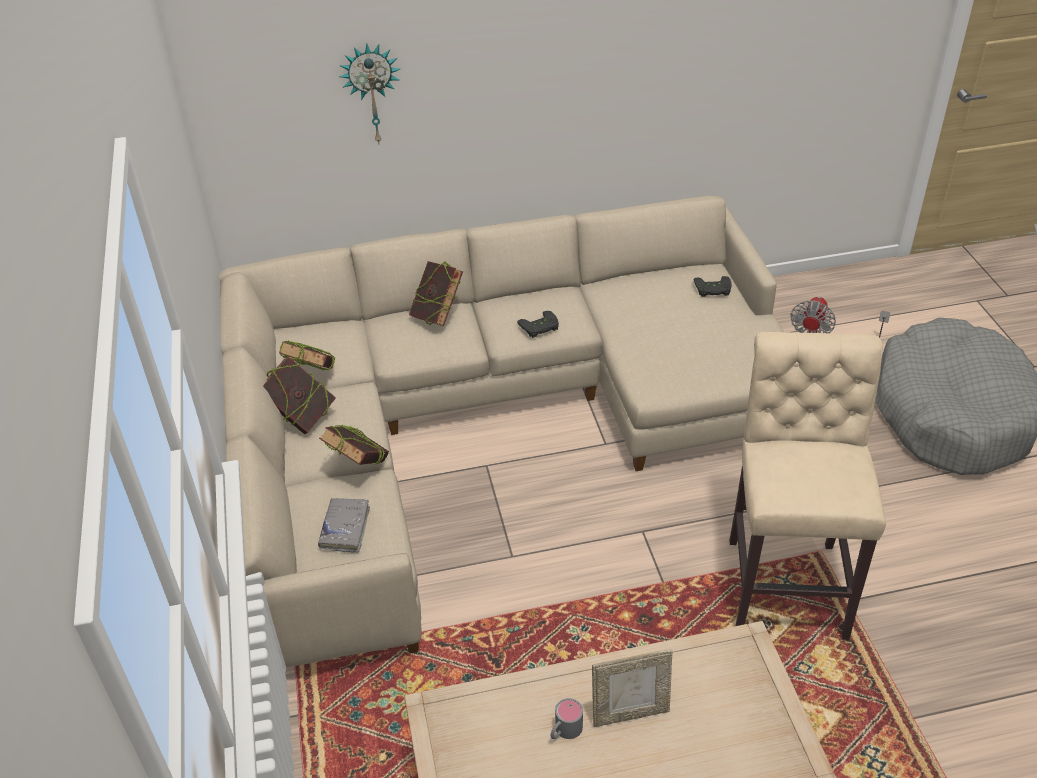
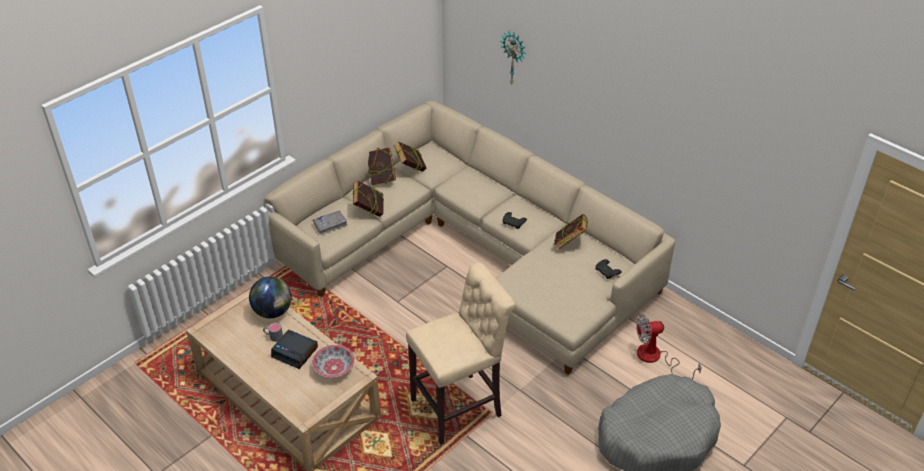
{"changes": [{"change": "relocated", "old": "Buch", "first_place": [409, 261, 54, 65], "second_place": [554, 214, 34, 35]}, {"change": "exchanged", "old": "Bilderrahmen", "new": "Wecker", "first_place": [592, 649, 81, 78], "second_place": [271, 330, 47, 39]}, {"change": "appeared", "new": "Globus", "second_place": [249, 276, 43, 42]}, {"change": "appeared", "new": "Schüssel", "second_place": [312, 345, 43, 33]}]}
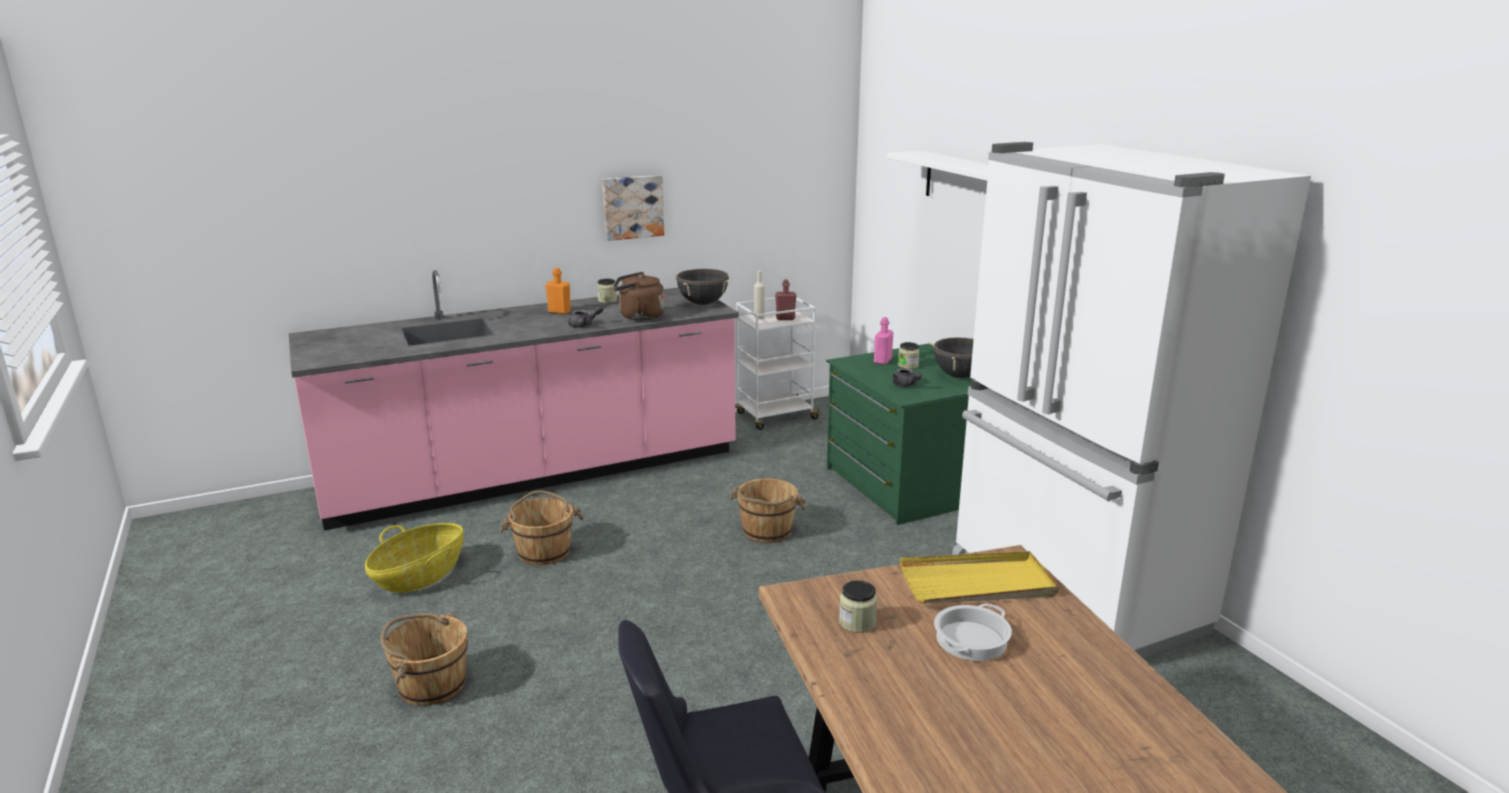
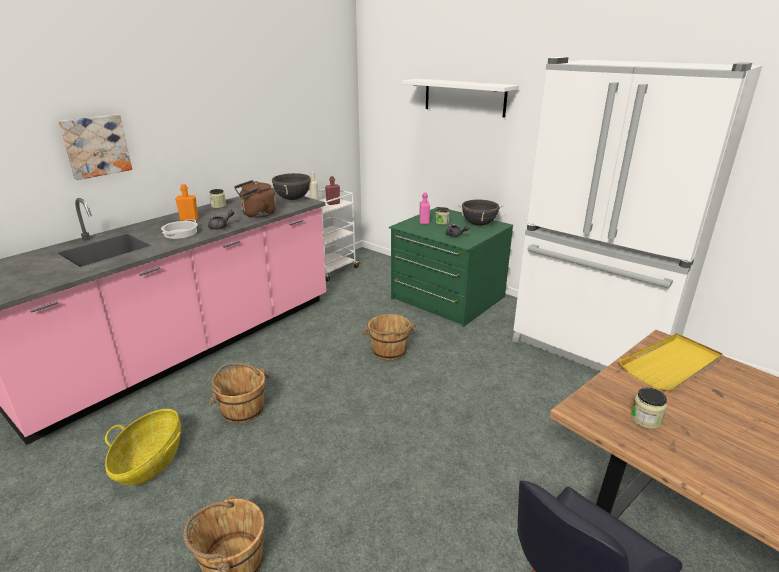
{"changes": [{"change": "relocated", "old": "Bild", "first_place": [602, 175, 62, 66], "second_place": [58, 115, 74, 65]}, {"change": "relocated", "old": "Kochtopf", "first_place": [934, 603, 78, 58], "second_place": [161, 219, 37, 20]}]}
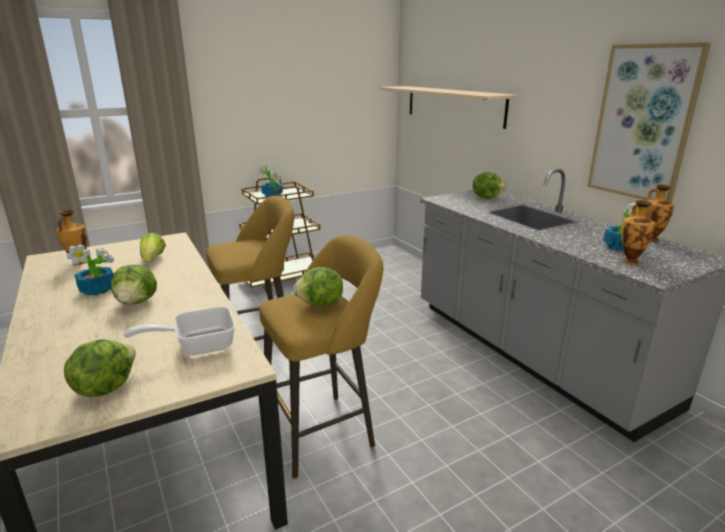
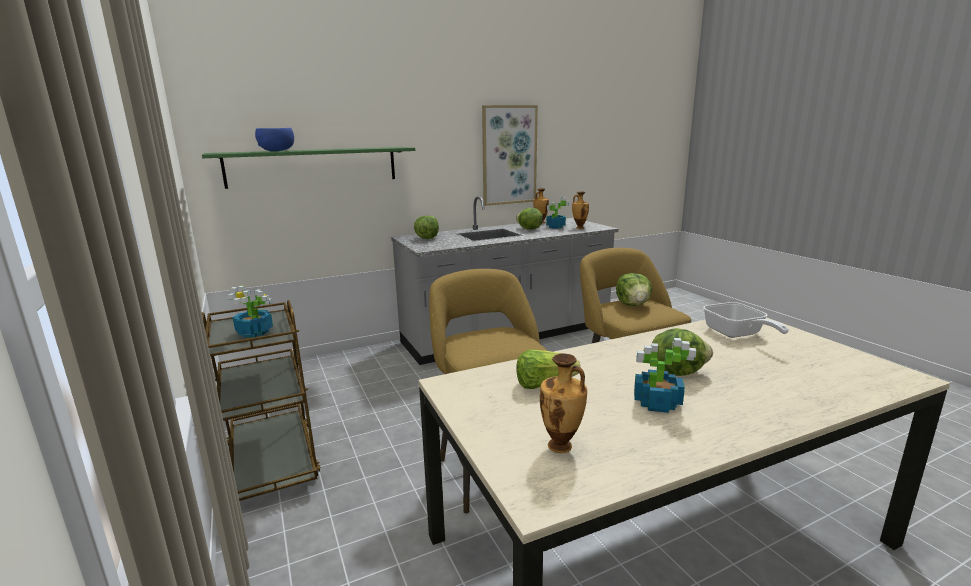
{"changes": [{"change": "colour", "old": "Wandregal [beige]", "new": "Wandregal [grün]", "first_place": [379, 86, 140, 43], "second_place": [202, 147, 213, 42]}, {"change": "relocated", "old": "Salatkopf", "first_place": [64, 339, 72, 58], "second_place": [516, 208, 27, 22]}, {"change": "appeared", "new": "Schüssel [blau]", "second_place": [255, 128, 39, 23]}]}
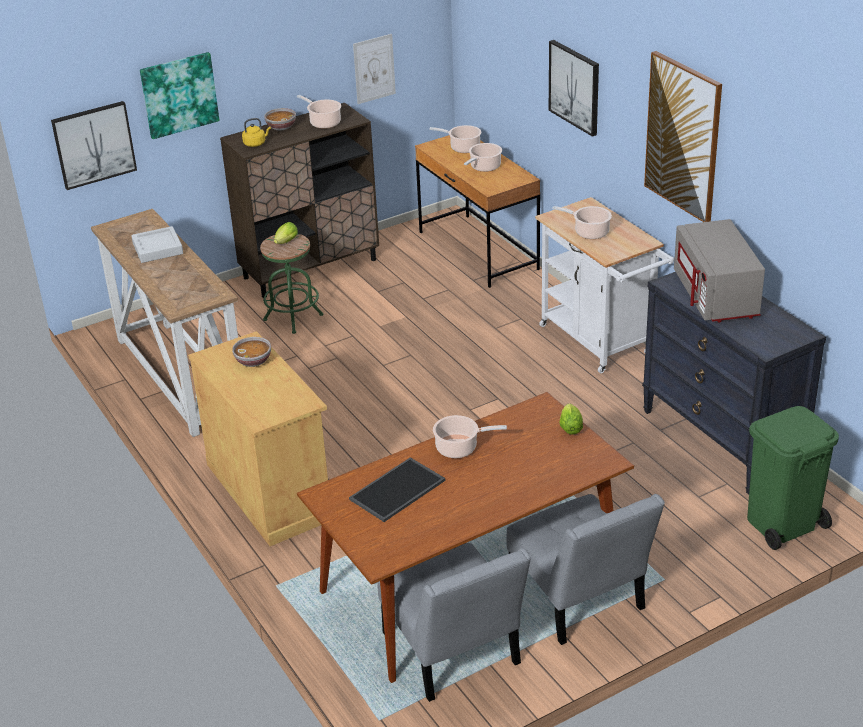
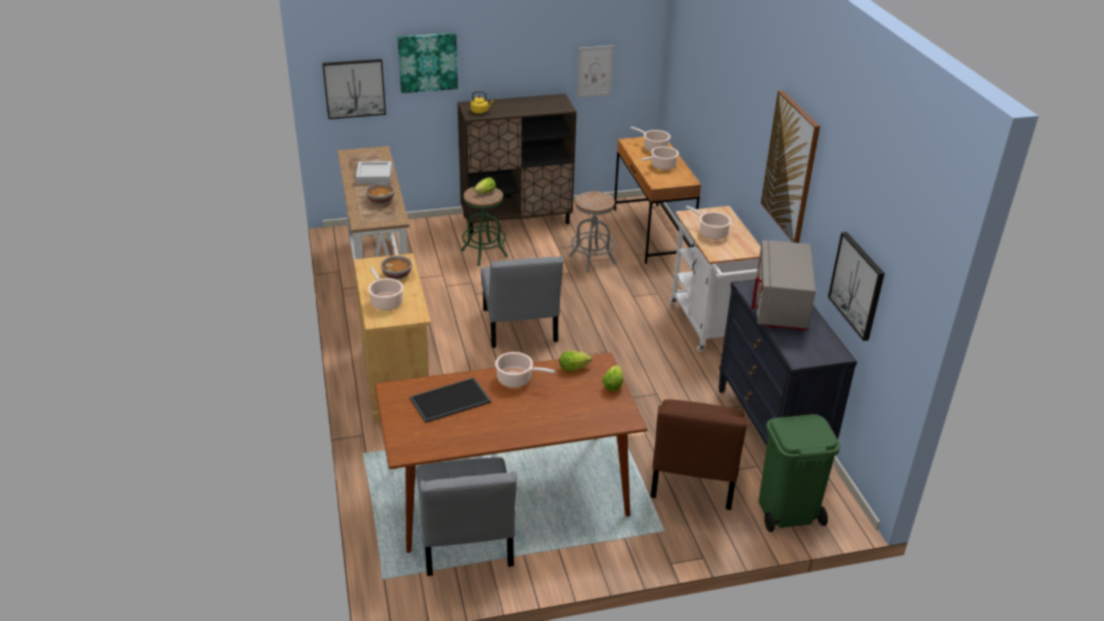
{"changes": [{"change": "relocated", "old": "Bild", "first_place": [549, 40, 50, 96], "second_place": [828, 232, 57, 109]}, {"change": "relocated", "old": "Kochtopf", "first_place": [297, 95, 44, 33], "second_place": [368, 267, 35, 43]}, {"change": "relocated", "old": "Schüssel", "first_place": [264, 108, 32, 23], "second_place": [366, 183, 28, 21]}, {"change": "relocated", "old": "Stuhl [grau]", "first_place": [506, 494, 159, 151], "second_place": [481, 256, 83, 92]}, {"change": "appeared", "new": "Hocker [grau]", "second_place": [569, 191, 47, 81]}, {"change": "appeared", "new": "Salatkopf", "second_place": [559, 351, 33, 20]}, {"change": "appeared", "new": "Stuhl [braun]", "second_place": [651, 399, 97, 111]}]}
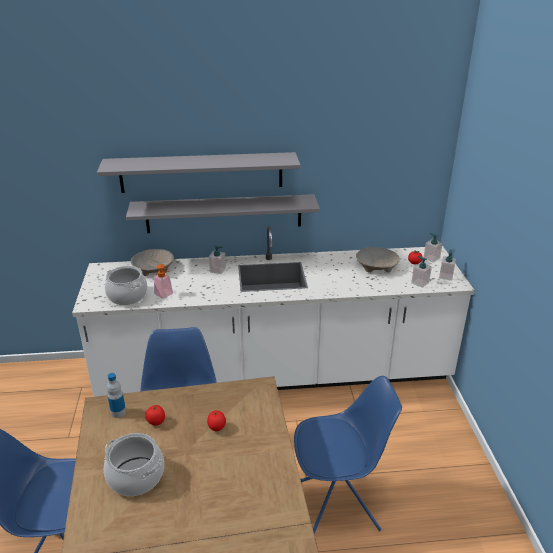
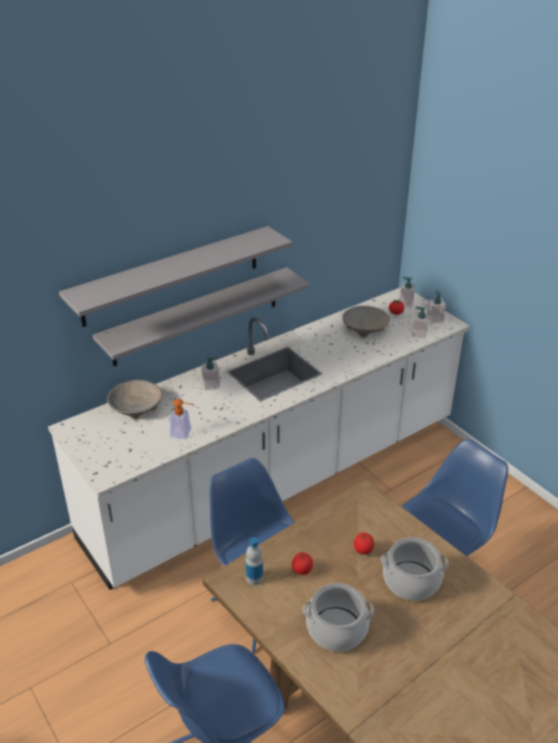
{"changes": [{"change": "relocated", "old": "Kochtopf", "first_place": [105, 266, 43, 39], "second_place": [381, 537, 68, 64]}]}
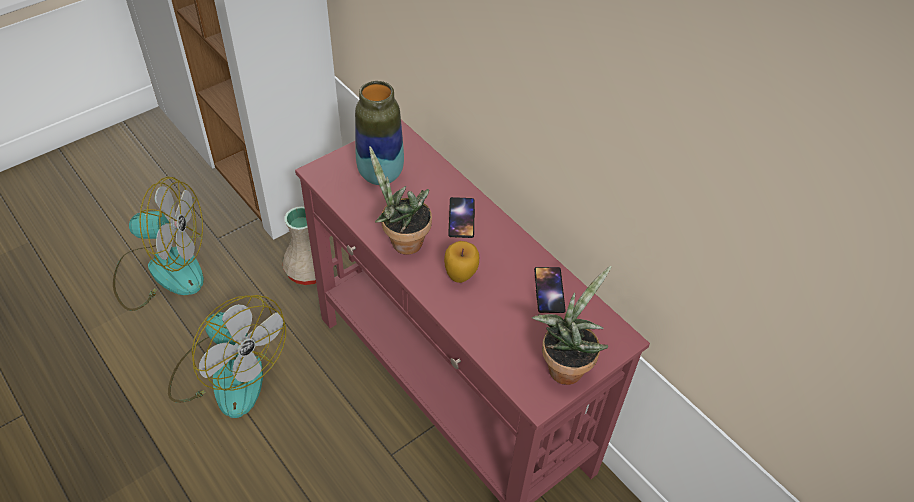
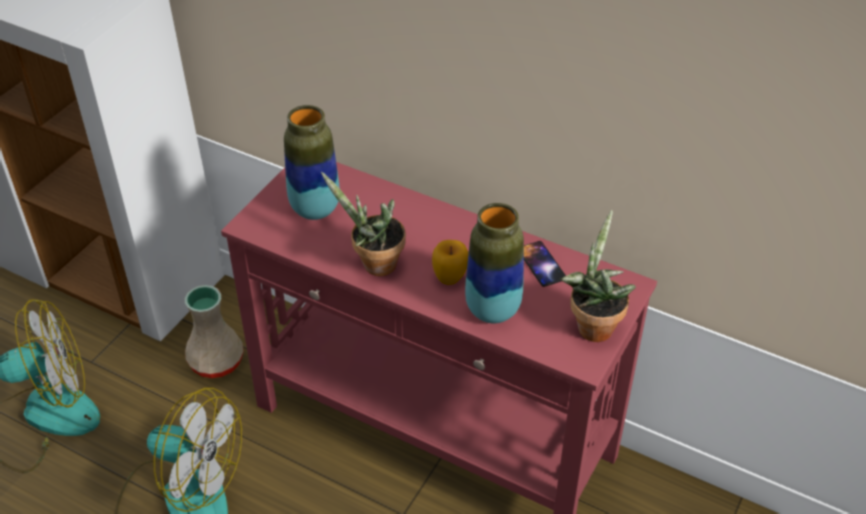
{"changes": [{"change": "missing", "old": "Handy", "first_place": [448, 197, 27, 41]}, {"change": "appeared", "new": "Vase", "second_place": [465, 203, 59, 120]}]}
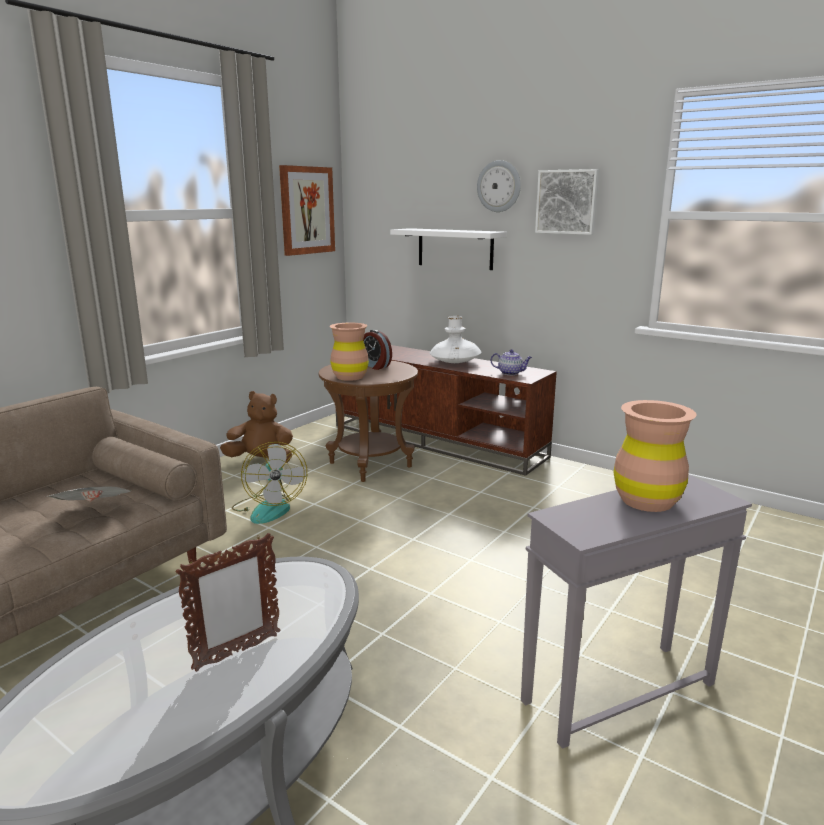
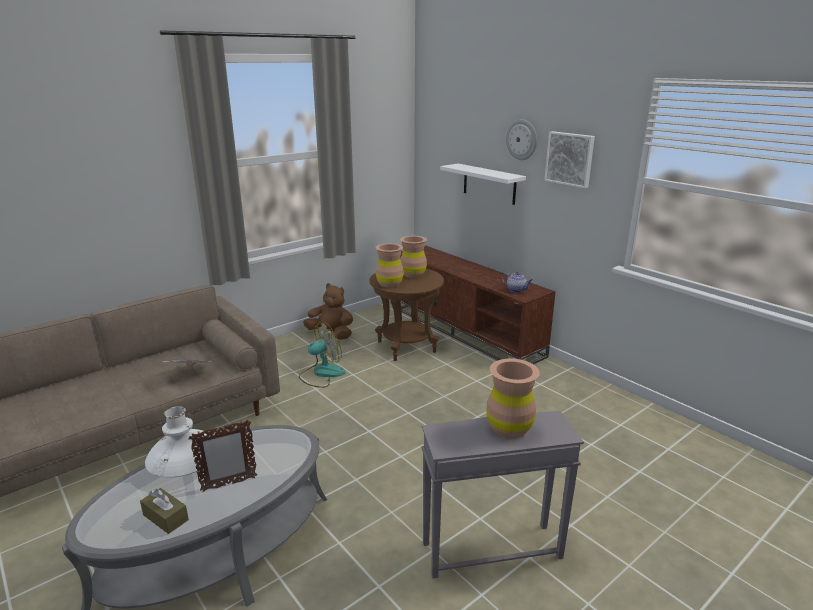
{"changes": [{"change": "missing", "old": "Bild", "first_place": [279, 165, 56, 91]}, {"change": "relocated", "old": "Vase [weiß]", "first_place": [430, 316, 52, 47], "second_place": [145, 406, 62, 71]}, {"change": "exchanged", "old": "Wecker", "new": "Vase [braun]", "first_place": [363, 330, 29, 40], "second_place": [400, 236, 27, 42]}, {"change": "spun", "old": "Ventilator", "first_place": [232, 442, 75, 82], "second_place": [299, 322, 47, 66], "degrees": -120}, {"change": "appeared", "new": "Taschentuchbox [braun]", "second_place": [140, 488, 49, 46]}]}
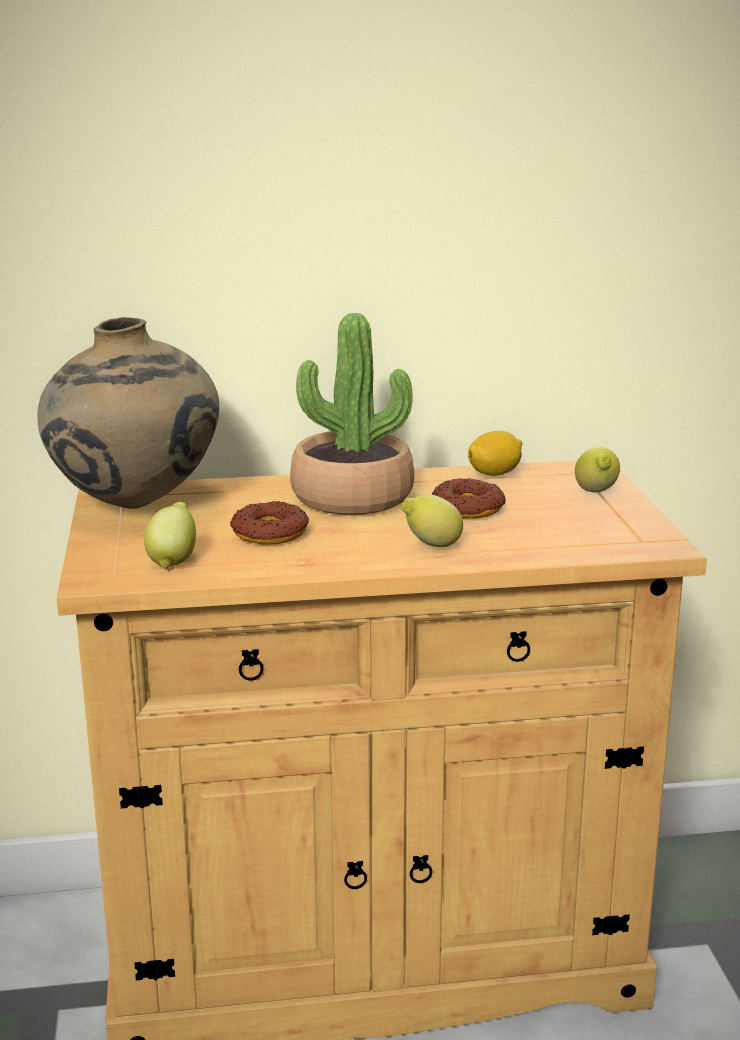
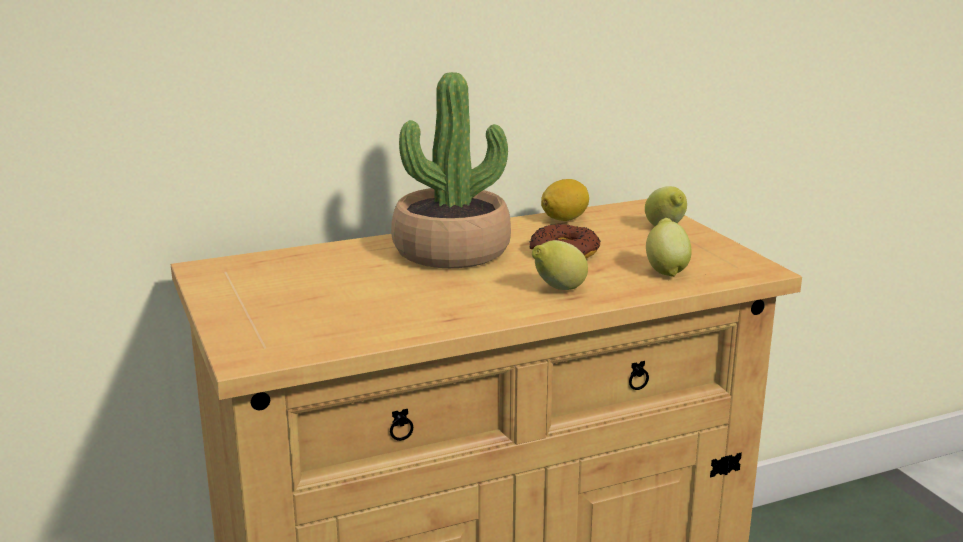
{"changes": [{"change": "missing", "old": "Vase [beige]", "first_place": [37, 317, 182, 192]}, {"change": "missing", "old": "Donut", "first_place": [230, 501, 79, 44]}, {"change": "relocated", "old": "Zitrone", "first_place": [144, 502, 52, 66], "second_place": [646, 218, 46, 59]}]}
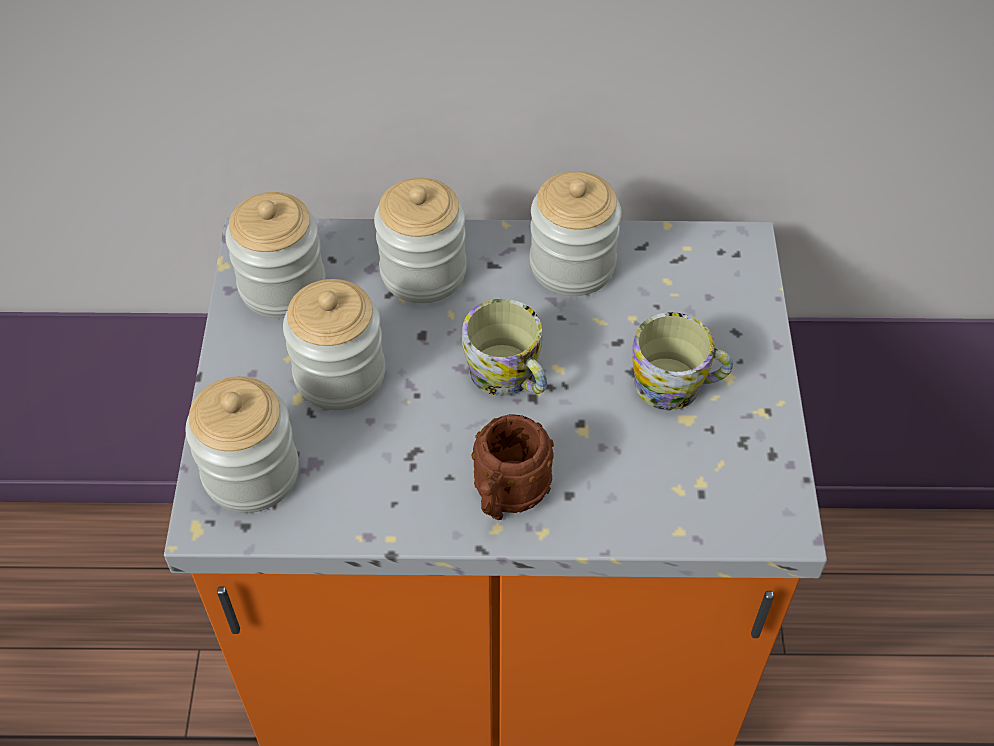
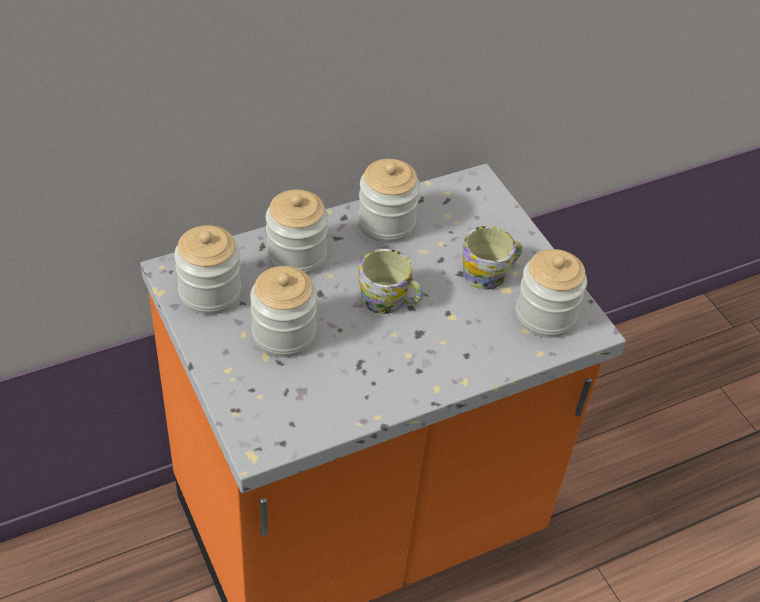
{"changes": [{"change": "relocated", "old": "Vorratsglas", "first_place": [186, 376, 113, 137], "second_place": [516, 249, 71, 89]}, {"change": "missing", "old": "Henkelbecher [braun]", "first_place": [472, 414, 82, 106]}]}
